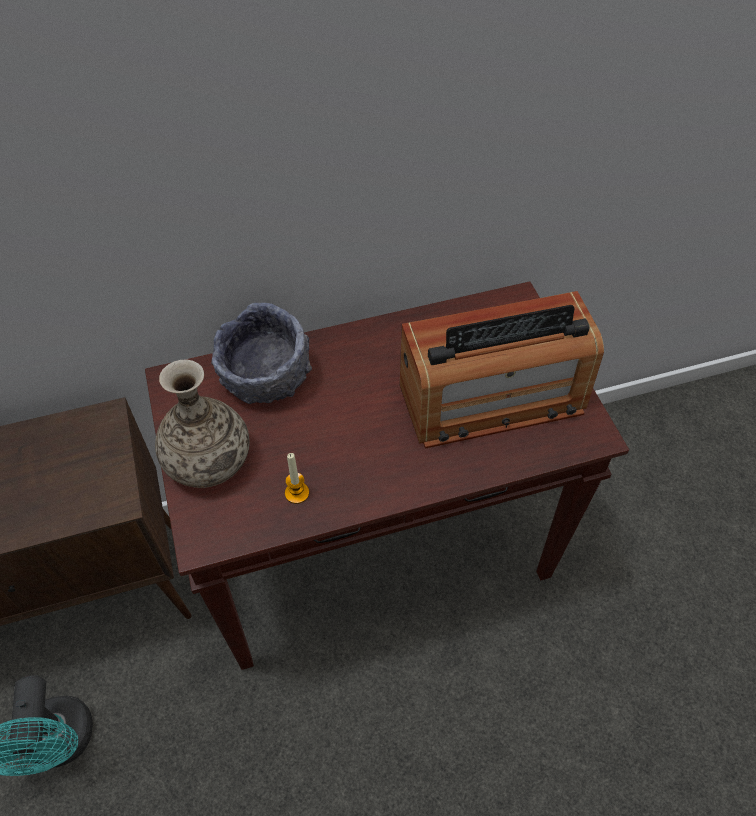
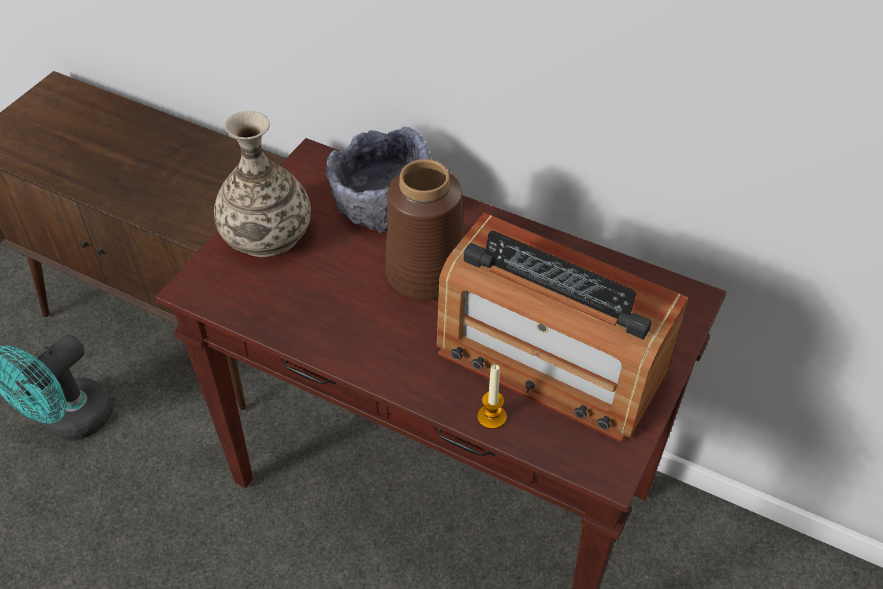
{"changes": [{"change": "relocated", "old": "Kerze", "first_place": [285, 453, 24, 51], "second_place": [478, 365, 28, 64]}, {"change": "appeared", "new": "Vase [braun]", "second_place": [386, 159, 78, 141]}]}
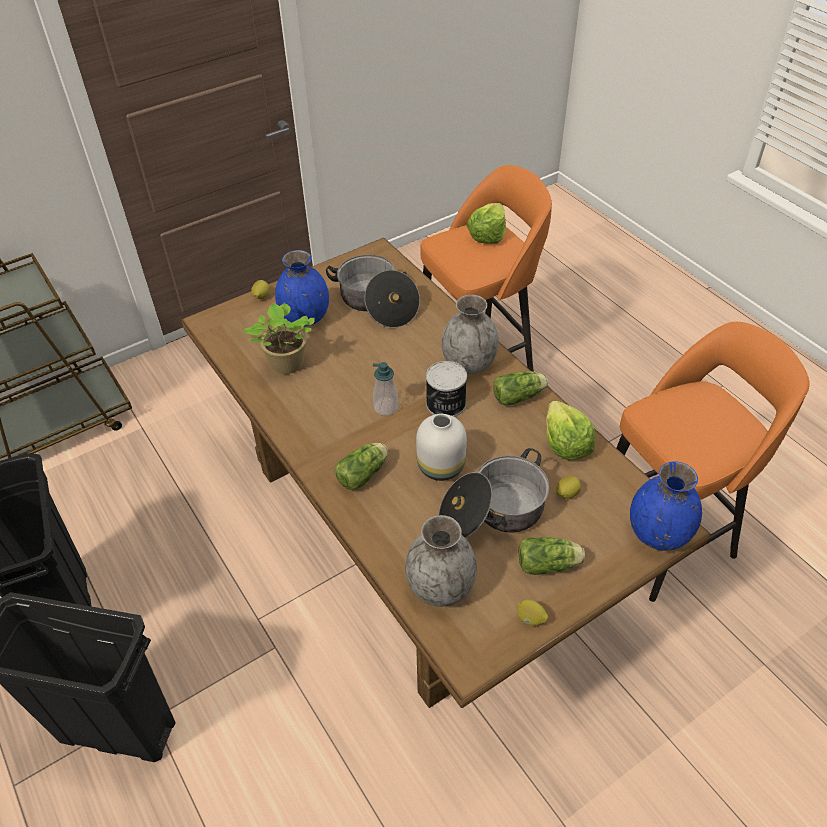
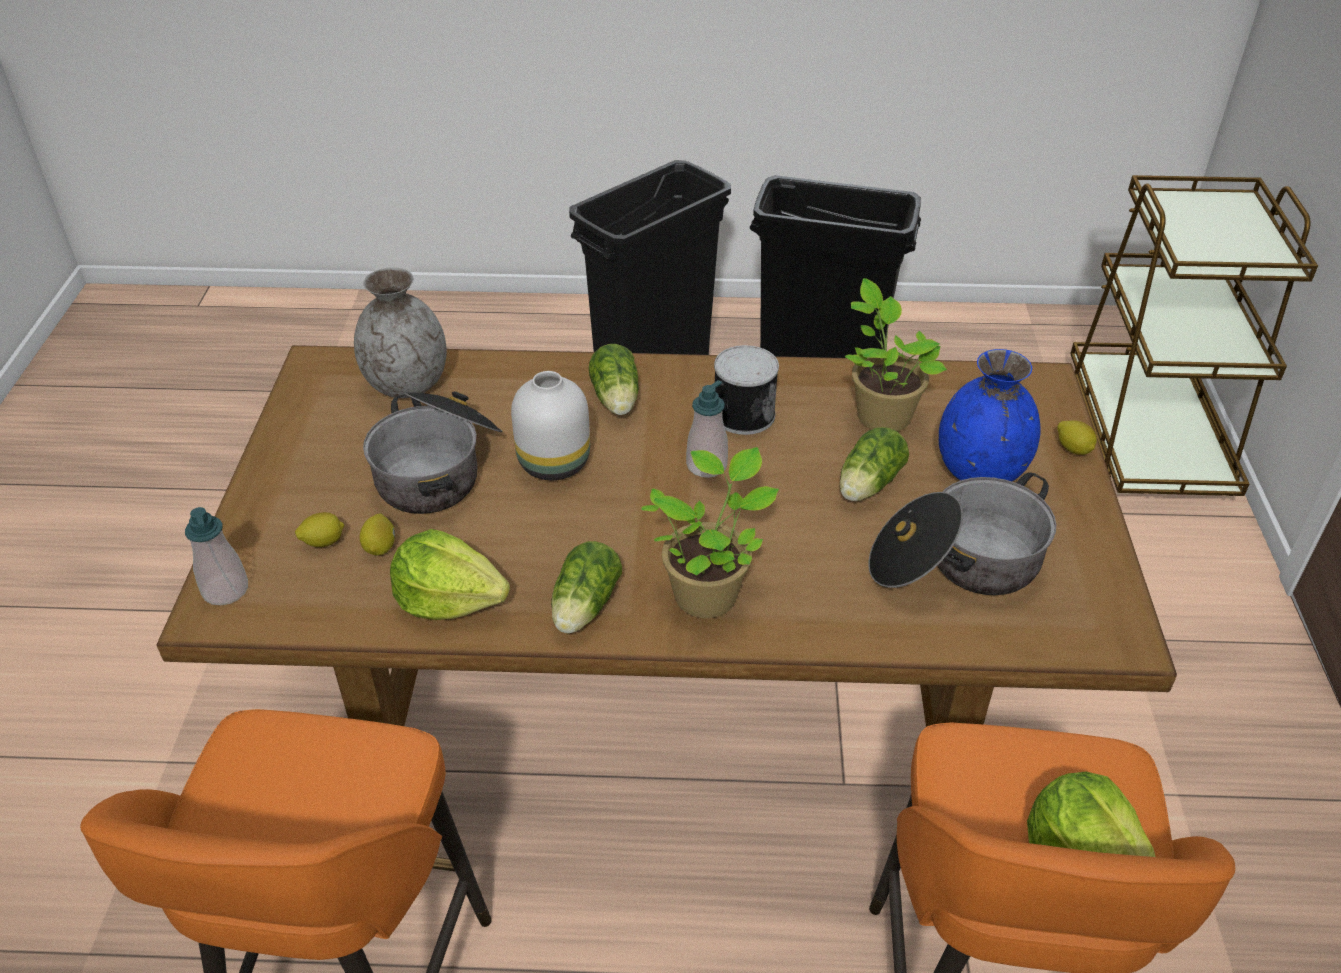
{"changes": [{"change": "exchanged", "old": "Vase [grau]", "new": "Topfpflanze", "first_place": [442, 295, 56, 79], "second_place": [641, 447, 138, 171]}, {"change": "relocated", "old": "Dose", "first_place": [426, 361, 41, 56], "second_place": [714, 345, 65, 90]}, {"change": "exchanged", "old": "Vase [blau]", "new": "Seifenspender", "first_place": [630, 461, 72, 90], "second_place": [185, 507, 63, 98]}, {"change": "relocated", "old": "Salatkopf", "first_place": [519, 537, 66, 38], "second_place": [840, 427, 69, 74]}, {"change": "relocated", "old": "Zitrone", "first_place": [517, 599, 31, 27], "second_place": [295, 512, 49, 35]}]}
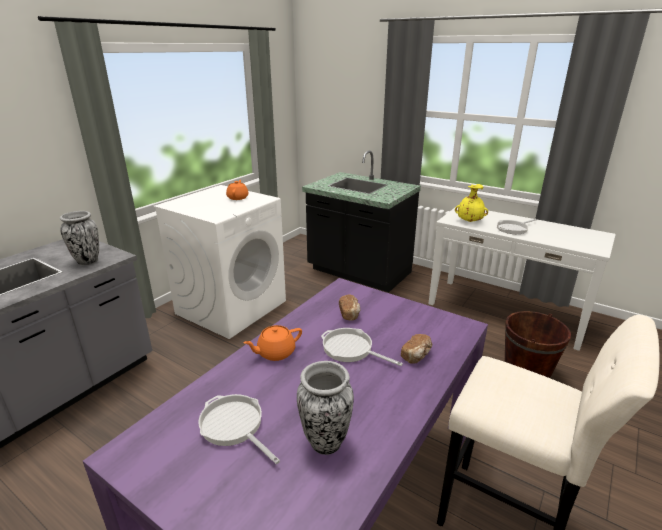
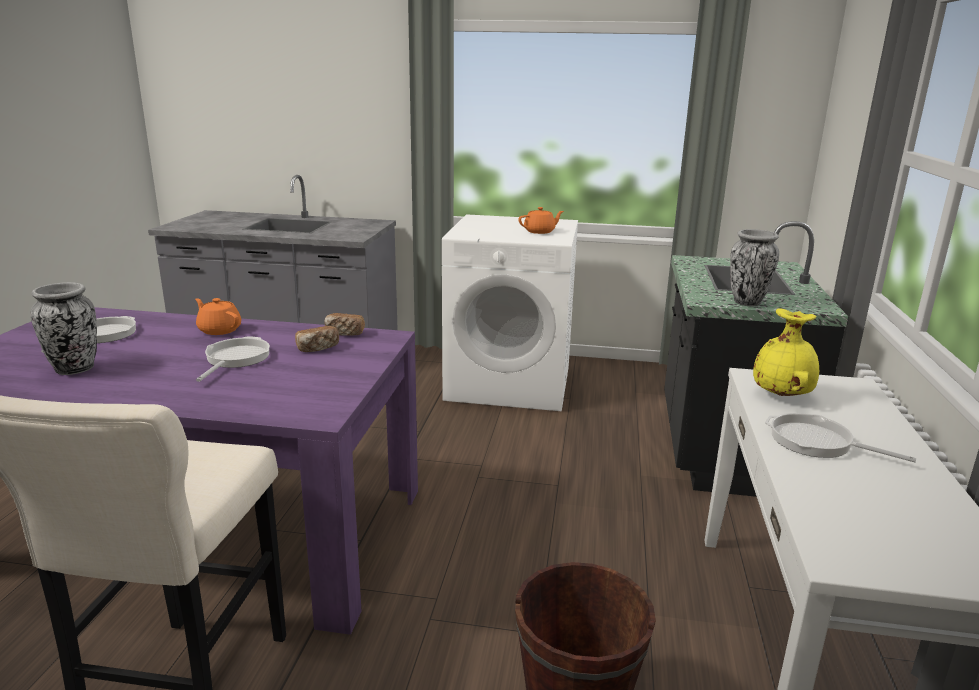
{"changes": [{"change": "relocated", "old": "Vase", "first_place": [60, 211, 39, 54], "second_place": [730, 229, 49, 77]}, {"change": "relocated", "old": "Brot", "first_place": [401, 334, 31, 30], "second_place": [324, 313, 41, 23]}]}
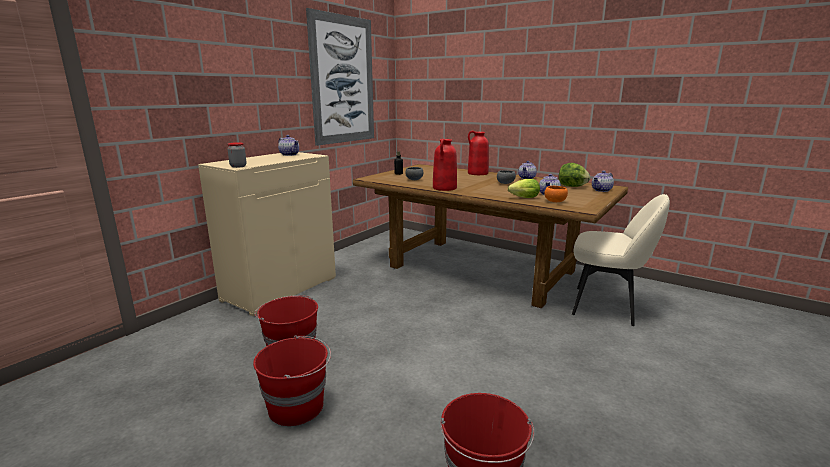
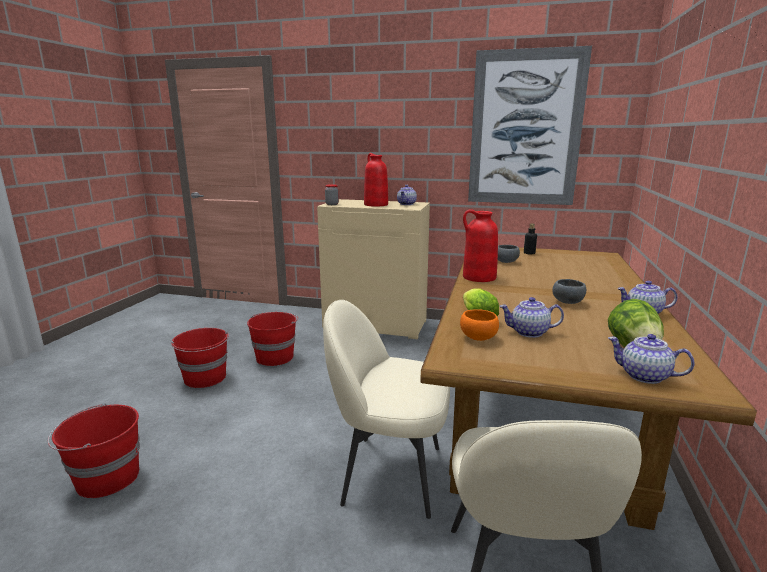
{"changes": [{"change": "relocated", "old": "Vase [rot]", "first_place": [468, 131, 21, 44], "second_place": [364, 153, 24, 54]}, {"change": "appeared", "new": "Stuhl [beige]", "second_place": [323, 300, 127, 219]}]}
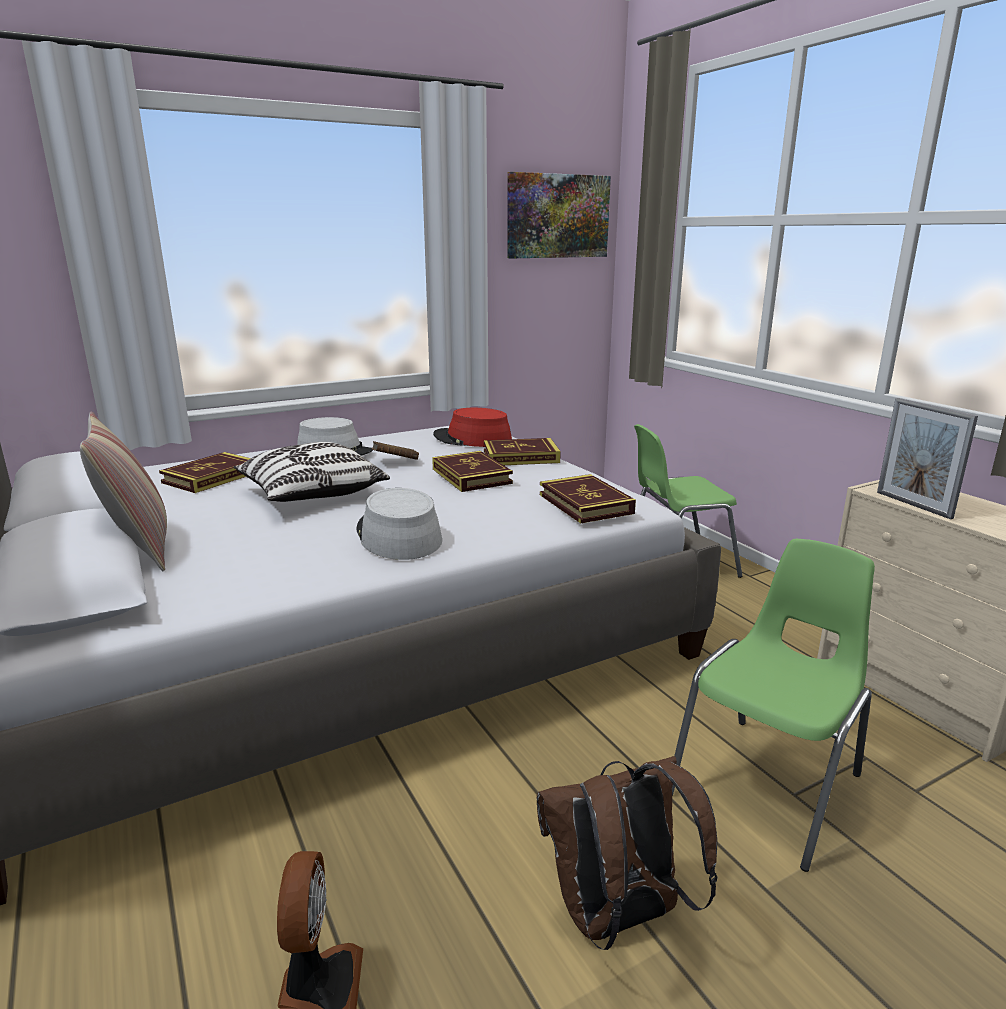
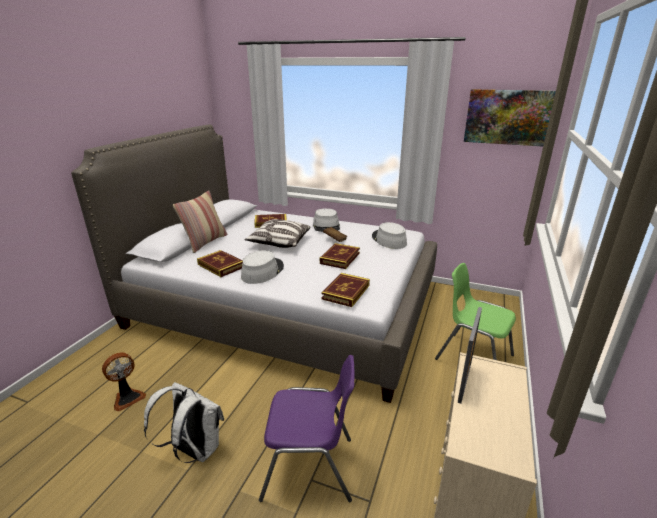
{"changes": [{"change": "colour", "old": "Hut [rot]", "new": "Hut [grau]", "first_place": [433, 408, 79, 39], "second_place": [372, 222, 35, 27]}, {"change": "relocated", "old": "Buch", "first_place": [484, 438, 77, 27], "second_place": [197, 250, 46, 27]}, {"change": "colour", "old": "Stuhl [grün]", "new": "Stuhl [lila]", "first_place": [672, 539, 203, 333], "second_place": [259, 355, 95, 148]}, {"change": "colour", "old": "Rucksack [braun]", "new": "Rucksack [weiß]", "first_place": [537, 756, 180, 194], "second_place": [144, 382, 80, 81]}]}
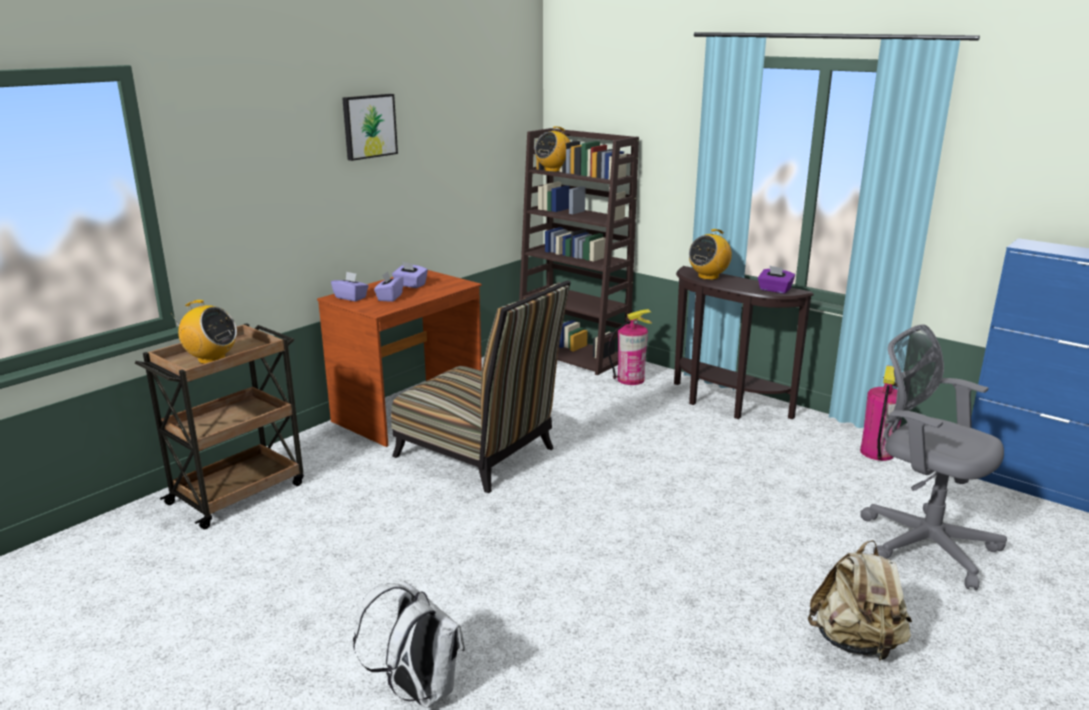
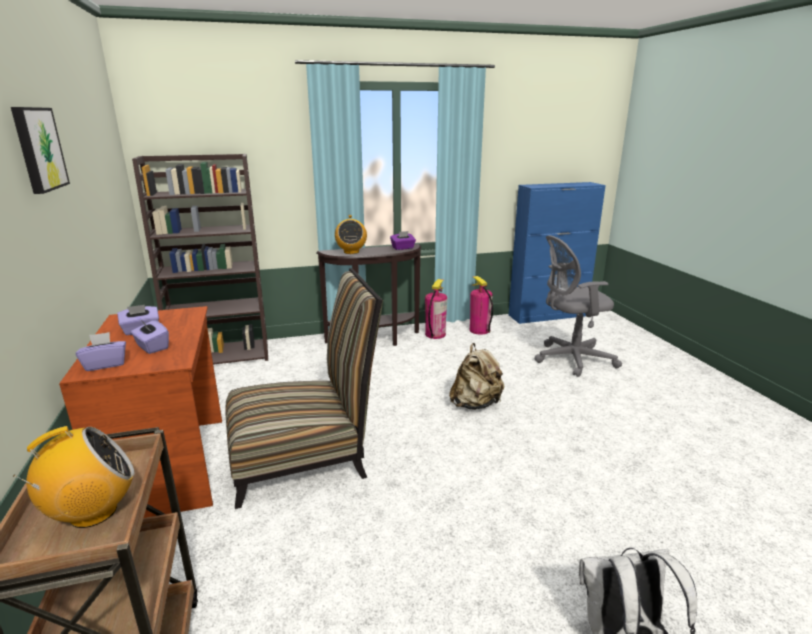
{"changes": [{"change": "missing", "old": "Radio", "first_place": [535, 126, 35, 46]}, {"change": "relocated", "old": "Feuerlöscher", "first_place": [608, 309, 44, 76], "second_place": [425, 279, 23, 60]}, {"change": "relocated", "old": "Rucksack [beige]", "first_place": [808, 540, 104, 121], "second_place": [449, 343, 55, 67]}]}
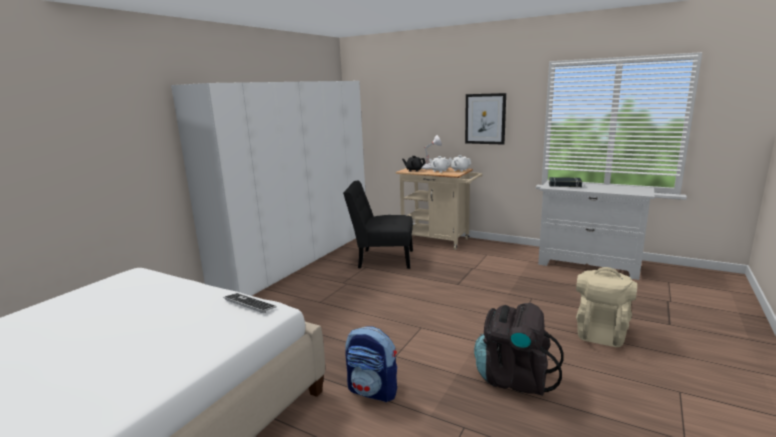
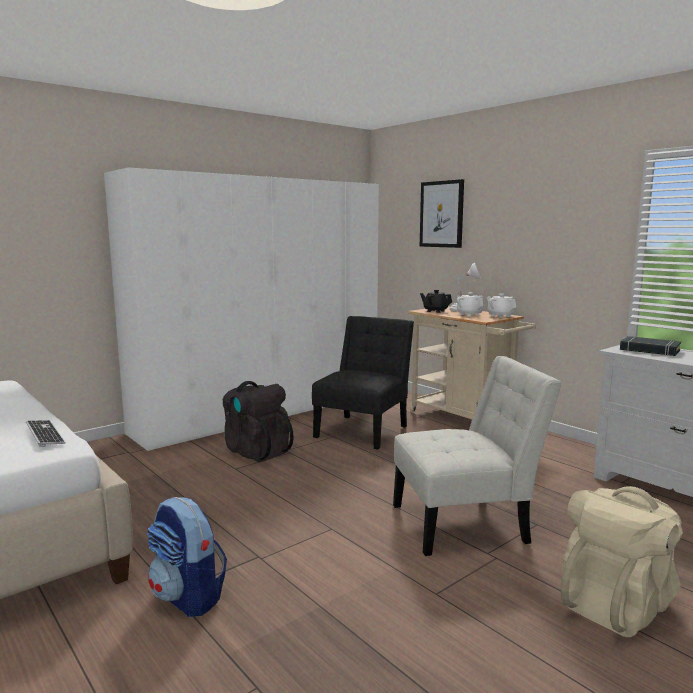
{"changes": [{"change": "relocated", "old": "Bild", "first_place": [465, 93, 41, 52], "second_place": [420, 179, 44, 69]}, {"change": "spun", "old": "Stuhl [schwarz]", "first_place": [343, 181, 70, 88], "second_place": [312, 316, 102, 134], "degrees": 90}, {"change": "relocated", "old": "Rucksack [schwarz]", "first_place": [474, 303, 90, 93], "second_place": [223, 381, 71, 81]}, {"change": "appeared", "new": "Stuhl [weiß]", "second_place": [393, 356, 169, 200]}]}
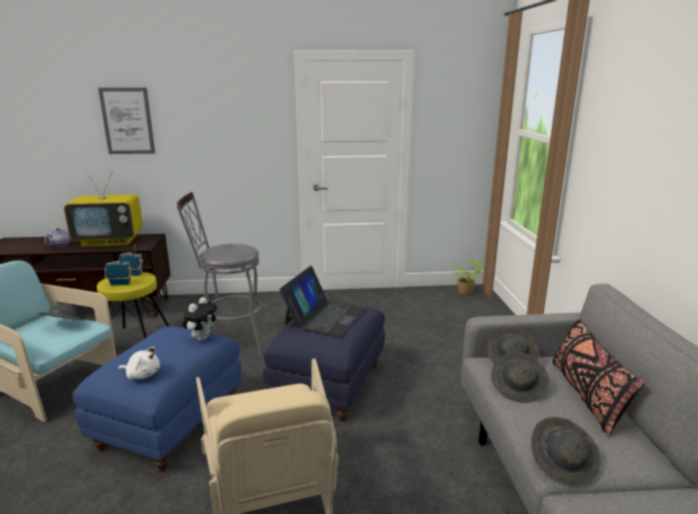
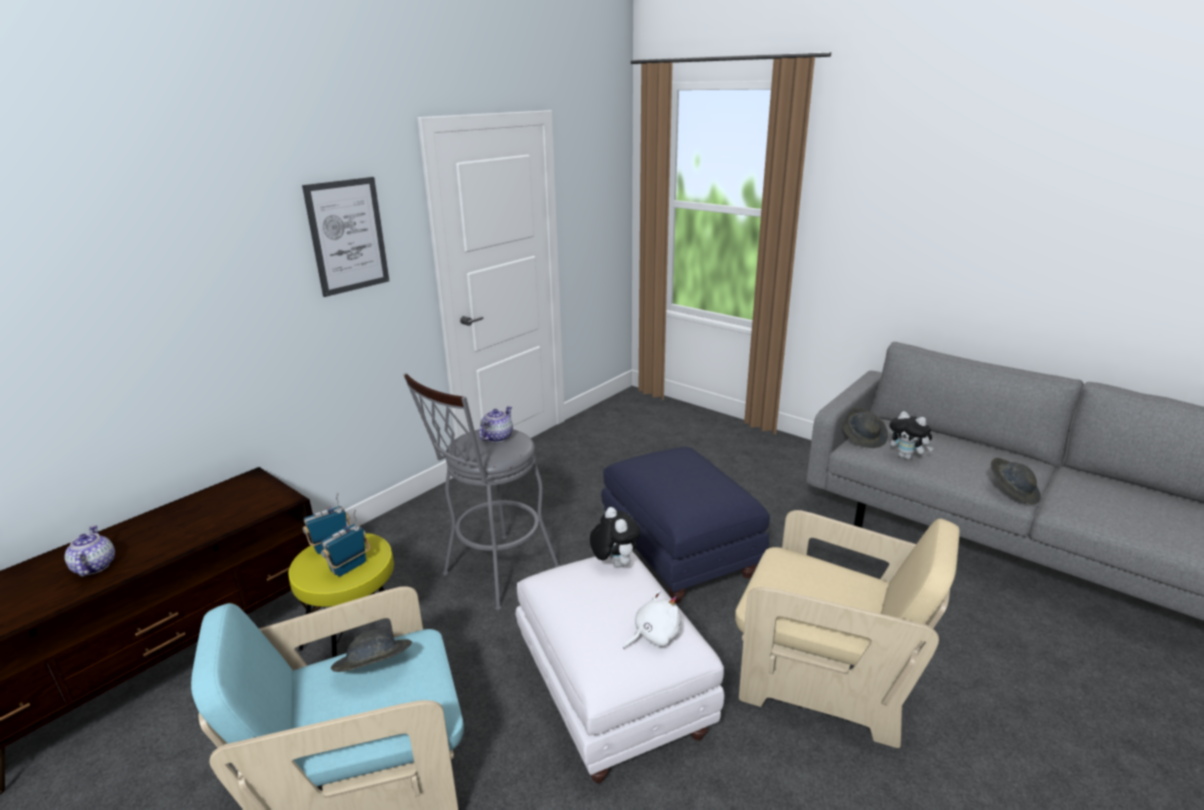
{"changes": [{"change": "relocated", "old": "Bild", "first_place": [98, 88, 57, 66], "second_place": [302, 177, 87, 120]}, {"change": "missing", "old": "Fernseher", "first_place": [64, 171, 79, 76]}, {"change": "missing", "old": "Topfpflanze", "first_place": [455, 259, 28, 36]}, {"change": "missing", "old": "Laptop", "first_place": [279, 266, 86, 71]}, {"change": "missing", "old": "Kissen [schwarz]", "first_place": [553, 318, 91, 119]}, {"change": "colour", "old": "Polsterhocker [blau]", "new": "Polsterhocker [weiß]", "first_place": [72, 326, 170, 145], "second_place": [516, 552, 208, 231]}, {"change": "exchanged", "old": "Hut [grau]", "new": "Plüschtier", "first_place": [491, 352, 58, 51], "second_place": [889, 411, 44, 49]}, {"change": "appeared", "new": "Teekanne", "second_place": [479, 406, 34, 36]}]}
